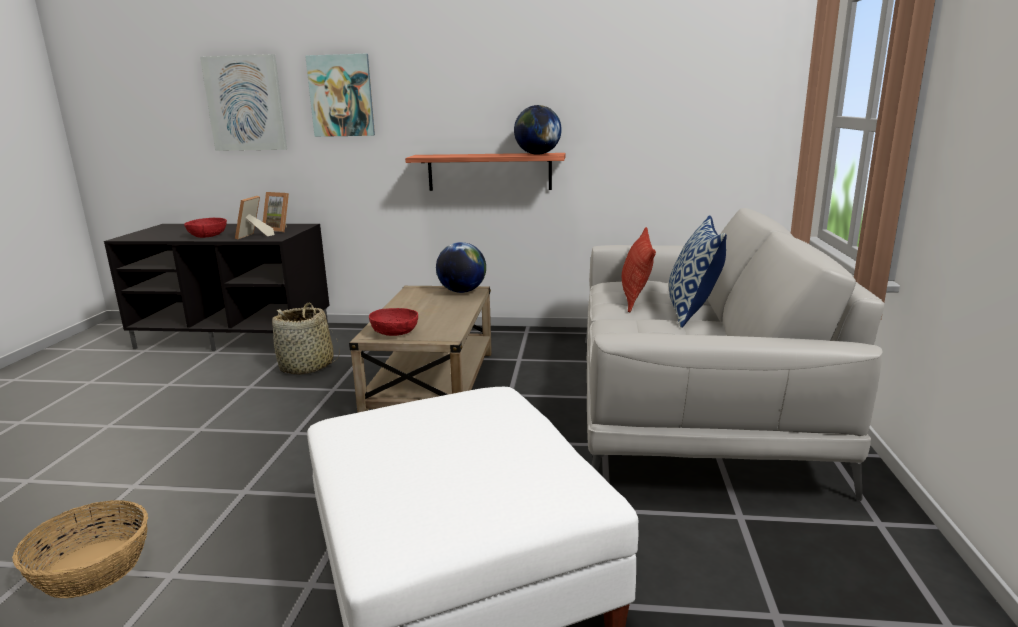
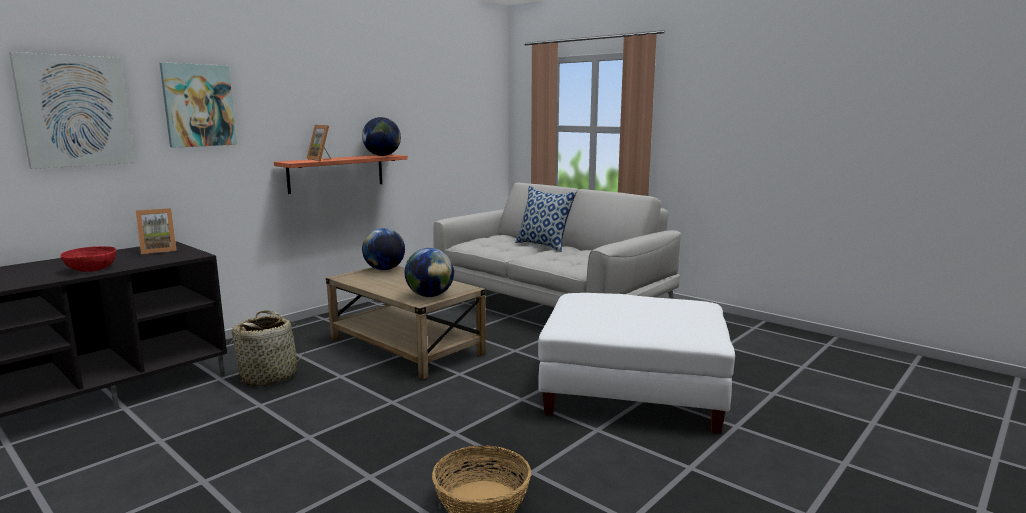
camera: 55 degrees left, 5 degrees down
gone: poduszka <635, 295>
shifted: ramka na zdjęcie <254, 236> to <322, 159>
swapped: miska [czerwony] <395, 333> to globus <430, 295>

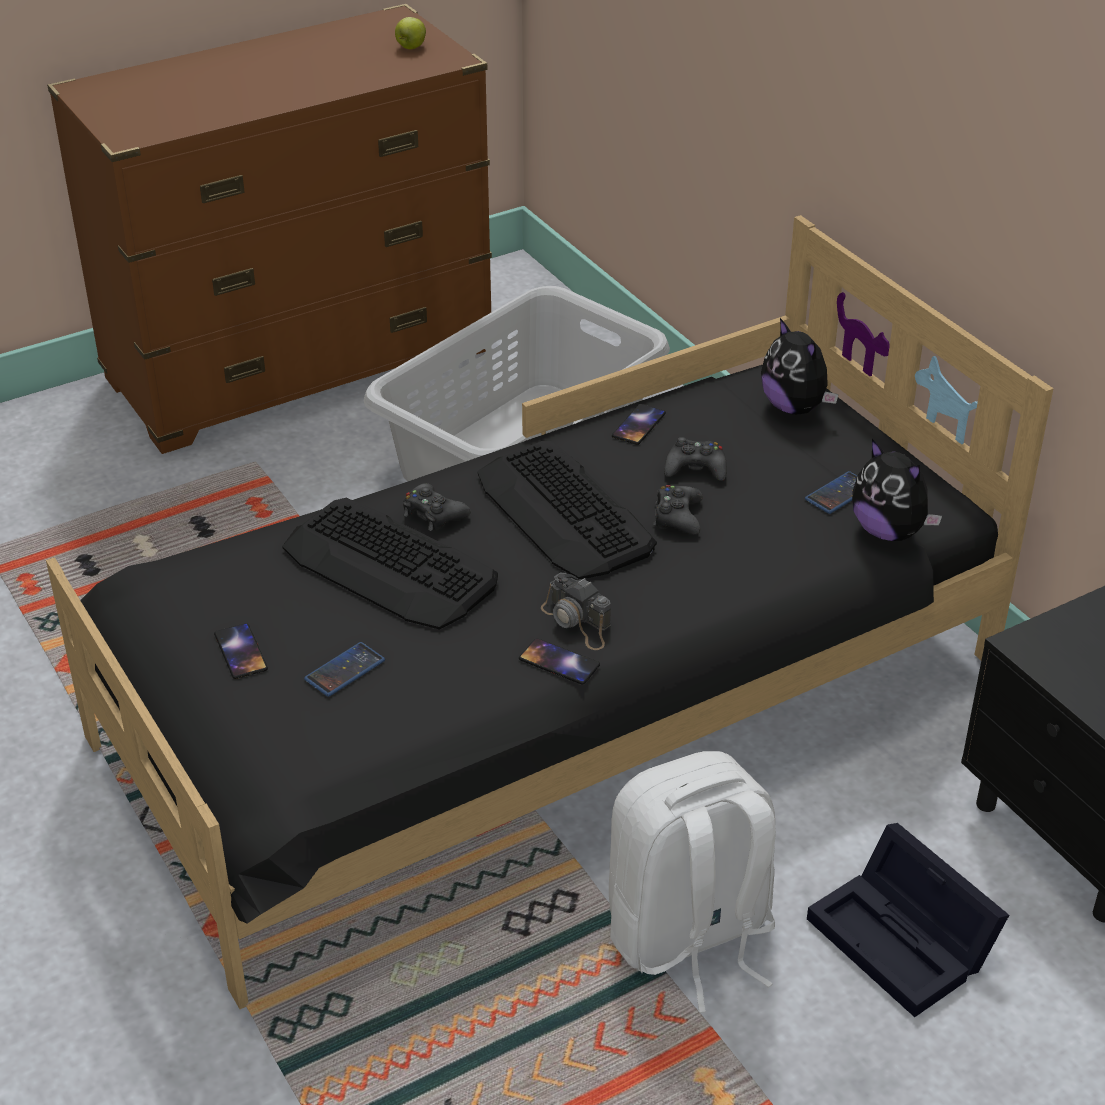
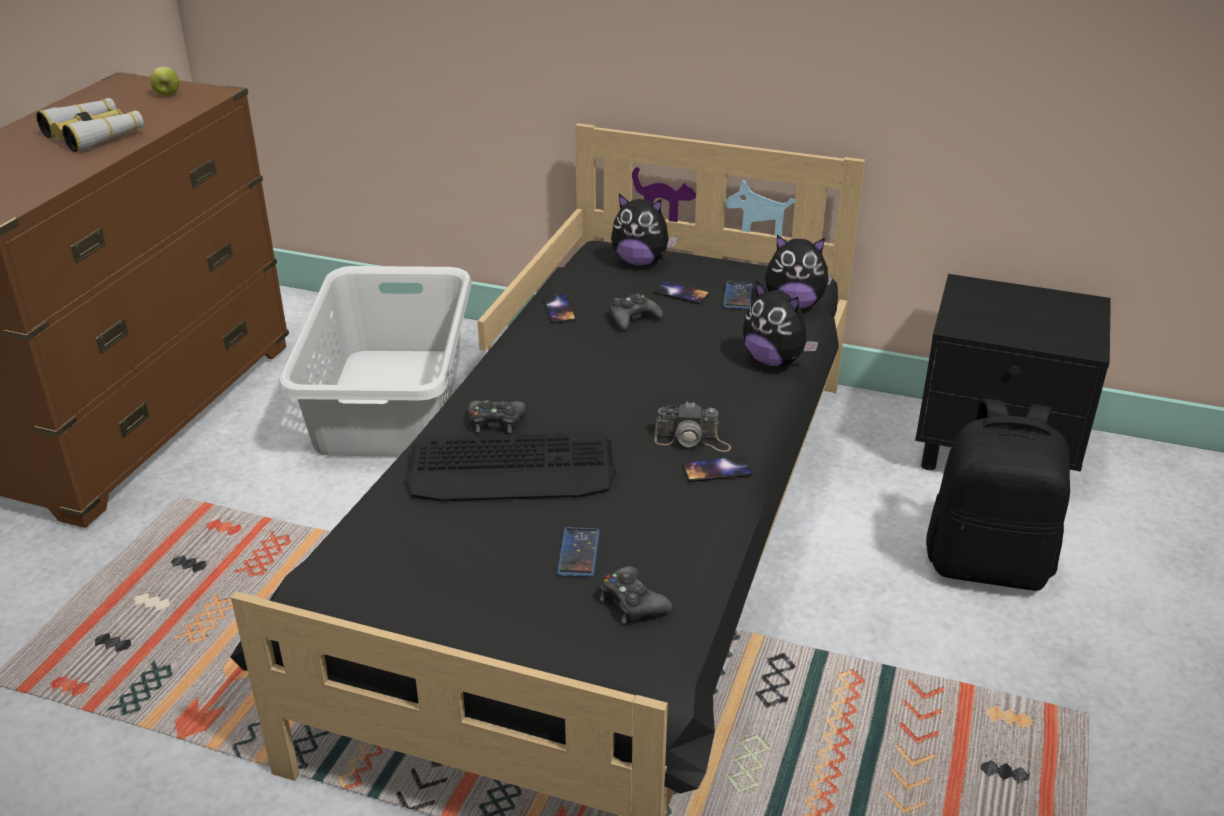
camera: 40 degrees left, 5 degrees down
gone: klawiatura <564, 512>; plecak [biały] <690, 938>
new: lornetka <94, 135>; pluszak <774, 361>
shifted: pad do gier [czarny] <677, 517> to <632, 603>; telefon <241, 651> to <681, 293>
swapped: pojemnik do przechowywania [czarny] <906, 941> to plecak [czarny] <988, 564>

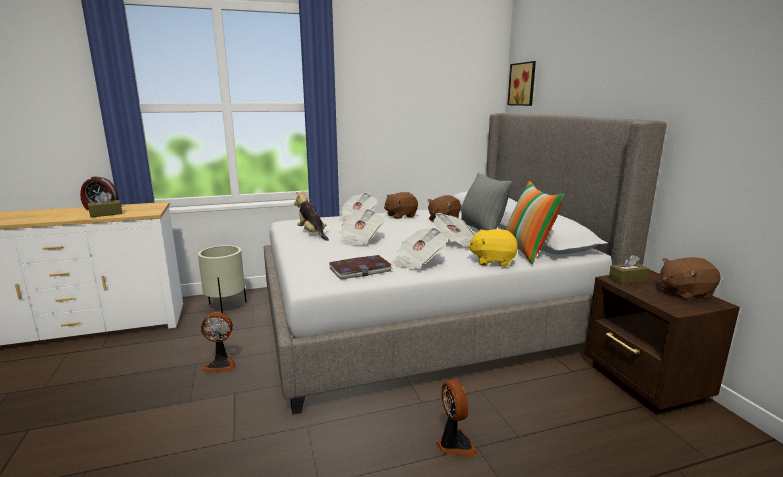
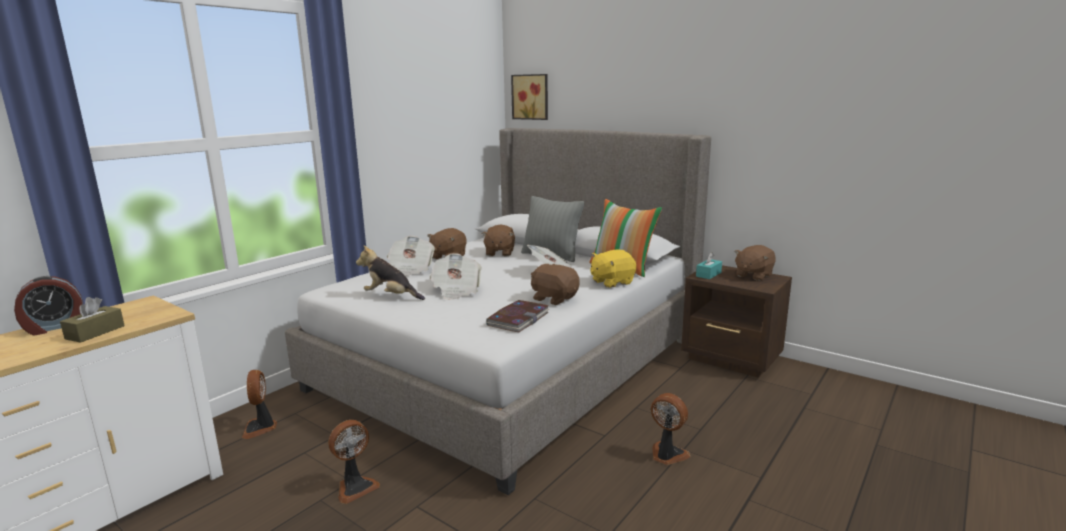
camera: 35 degrees left, 0 degrees up
swapped: gazeta <417, 262> to pluszak [brązowy] <554, 298>; donica [beżowy] <226, 307> to wentylator <260, 428>
repainted: pudełko chusteczek [brązowy] <627, 279> to pudełko chusteczek [turkusowy] <708, 274>

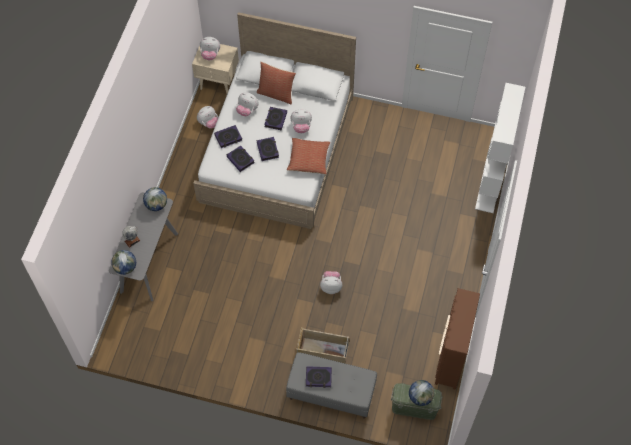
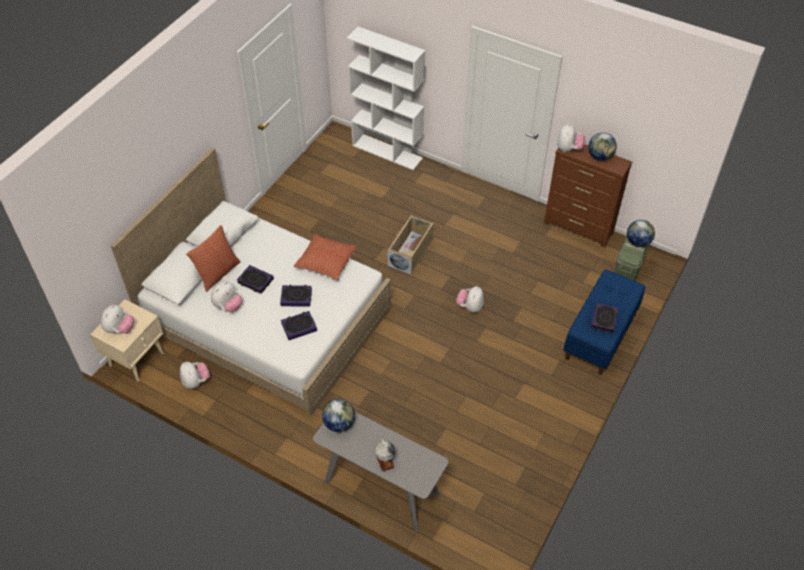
camera: 75 degrees left, 10 degrees down
gone: książka <228, 138>
shifted: pluszak <301, 127> to <568, 149>; globus <125, 268> to <600, 156>; pojemnik do przechowywania [beżowy] <323, 351> to <410, 252>
repainted: ławka [szary] <330, 393> to ławka [niebieski] <600, 335>

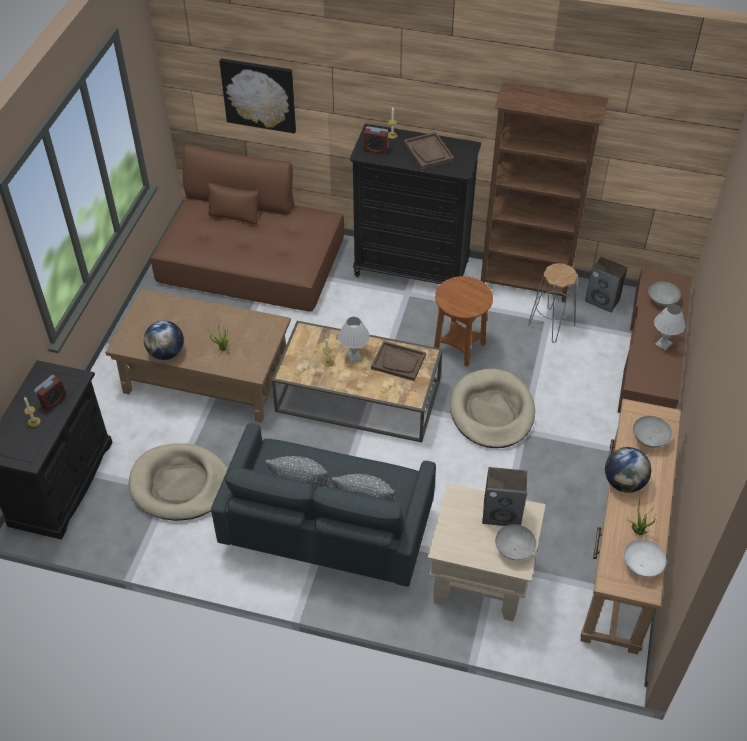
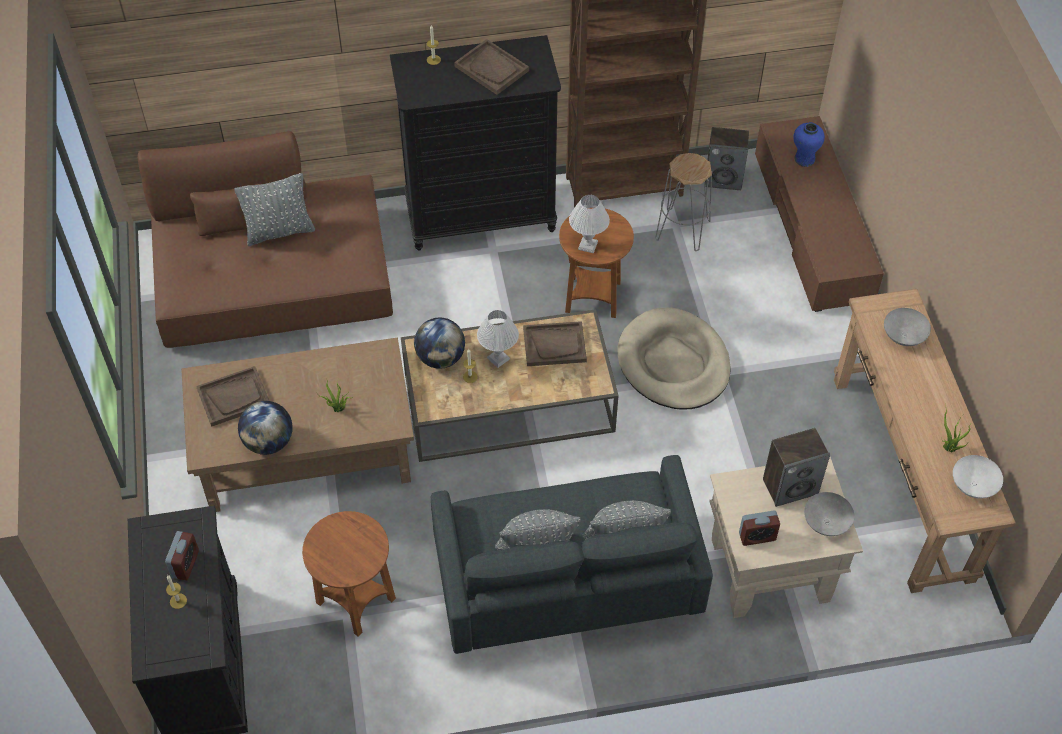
camera: 25 degrees left, 5 degrees up
gone: obraz <259, 95>
new: poduszka [szary] <279, 231>; taca [brązowy] <234, 397>
shifted: budzik <375, 149> to <757, 536>; lampa stołowa [biały] <663, 343> to <587, 245>; globus <624, 482> to <440, 357>
swapped: miska [szary] <662, 301> to wazon [niebieski] <804, 159>; legowisko [beżowy] <180, 485> to stolik [brązowy] <356, 601>

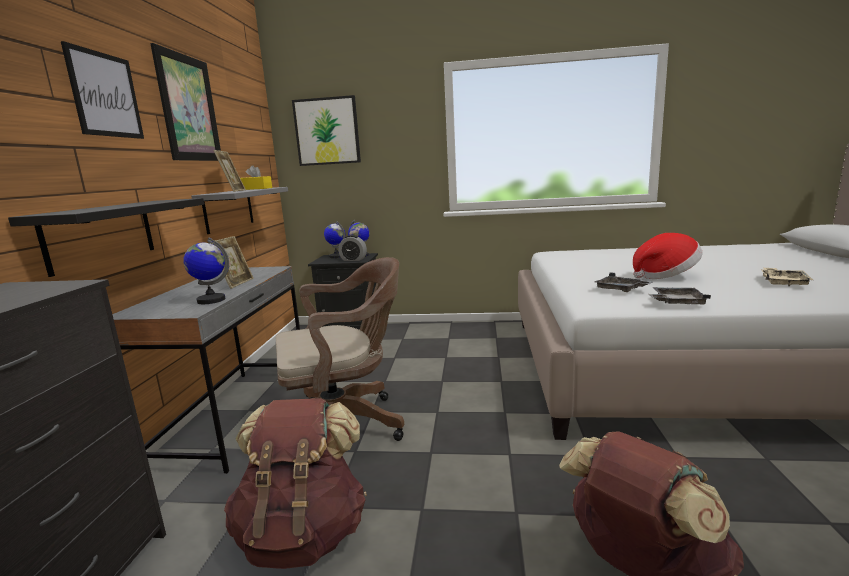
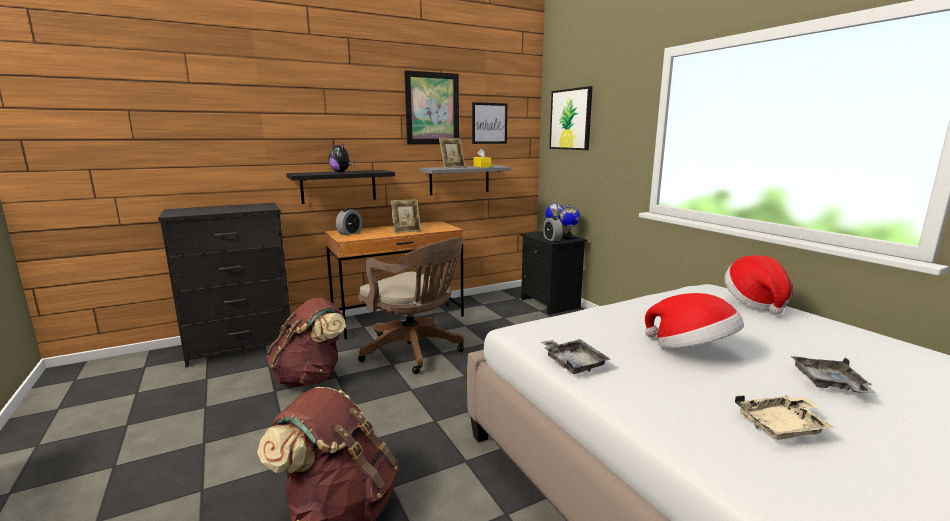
camera: 55 degrees right, 0 degrees up
gone: globus <211, 300>
new: pluszak <341, 172>; budzik <349, 233>; kapelusz <755, 302>
shifted: obraz <105, 95> to <489, 123>; taca [szary] <620, 289> to <828, 383>
repainted: biurko [szary] <237, 415> to biurko [brązowy] <398, 318>

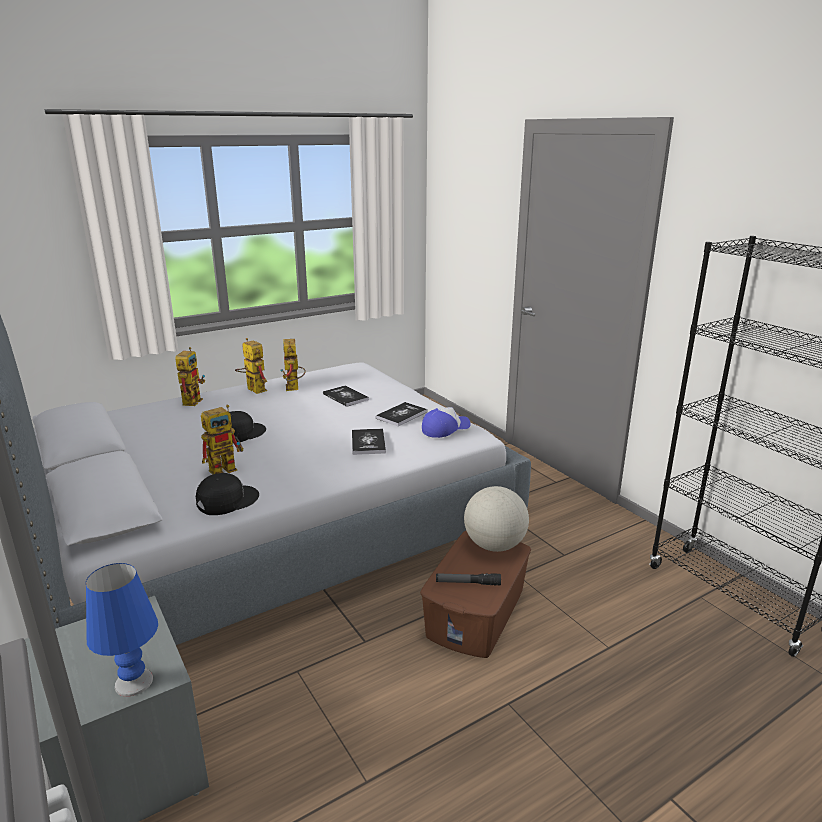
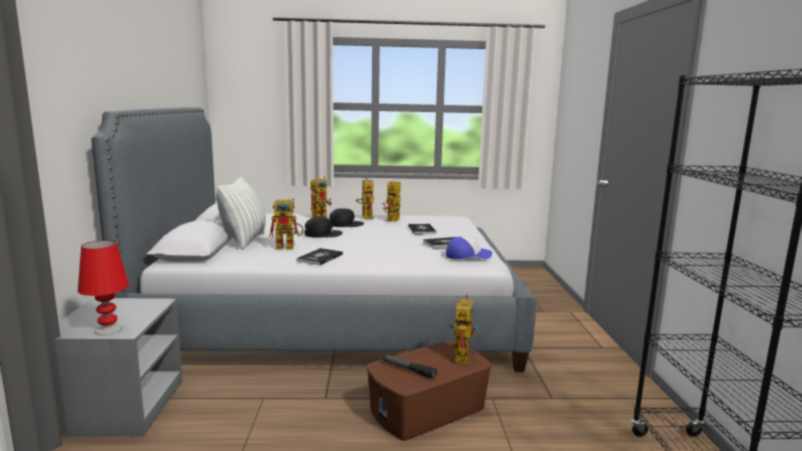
camera: 30 degrees right, 10 degrees down
new: poduszka <244, 241>
shifted: książka <368, 442> to <320, 257>; czapka z daszkiem [czarny] <227, 500> to <345, 224>
swapped: globus <494, 545> to robot zabawkowy <460, 355>
repainted: lampa stołowa [niebieski] <133, 682> to lampa stołowa [czerwony] <108, 329>

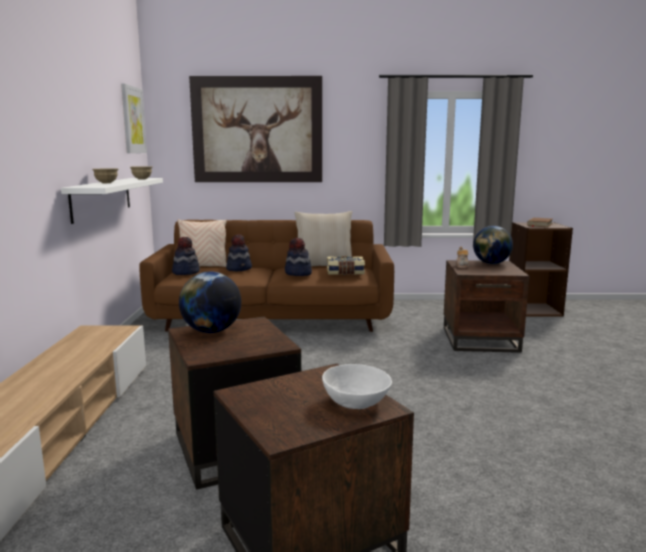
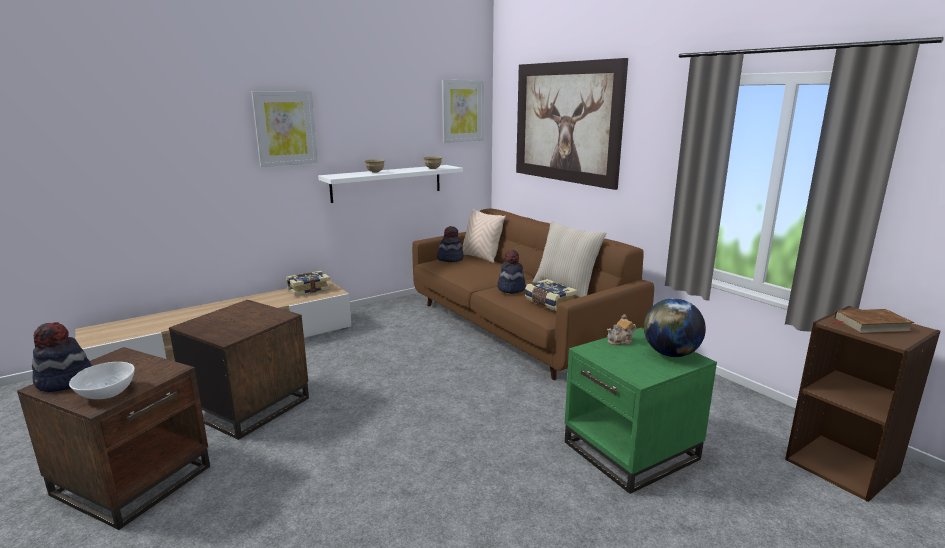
camera: 55 degrees right, 5 degrees up
gone: globus <211, 331>
new: obraz <285, 128>; książka <308, 289>
shifted: kapelusz <239, 269> to <65, 382>
repainted: stolik [brązowy] <481, 339> to stolik [zielony] <631, 451>

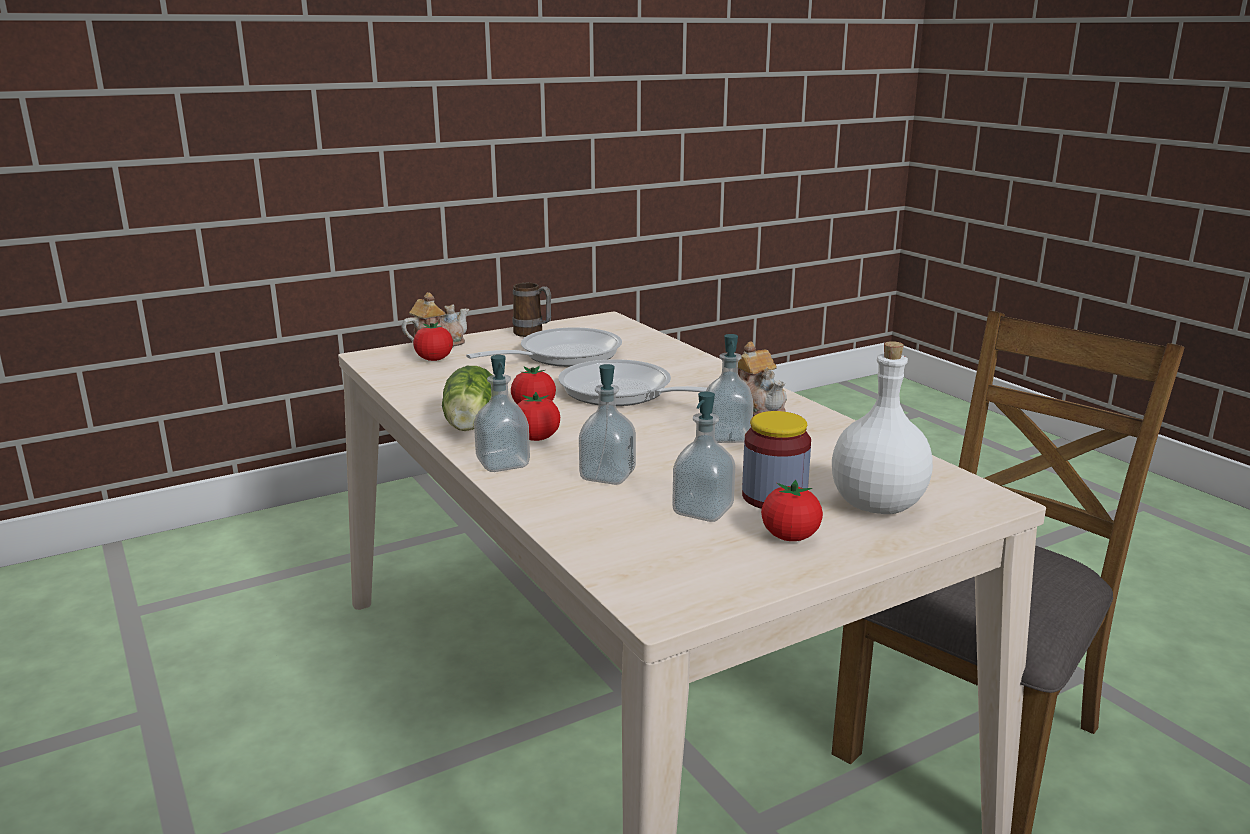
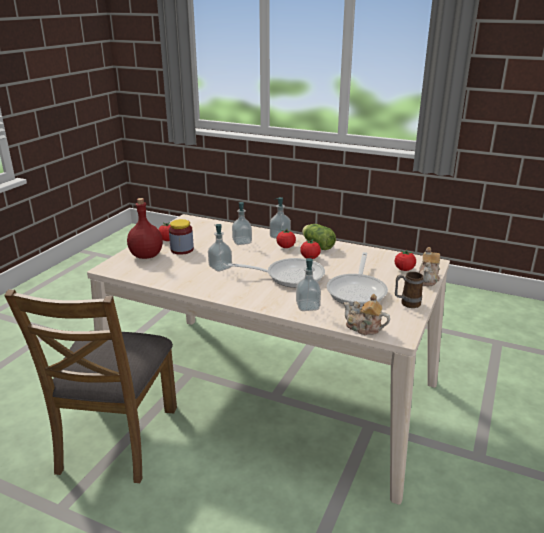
camera: 145 degrees right, 5 degrees up
shifted: imbryk <758, 407> to <364, 328>; dozownik mydła <702, 511> to <307, 306>
repainted: butelka [biały] <878, 505> to butelka [czerwony] <146, 256>

